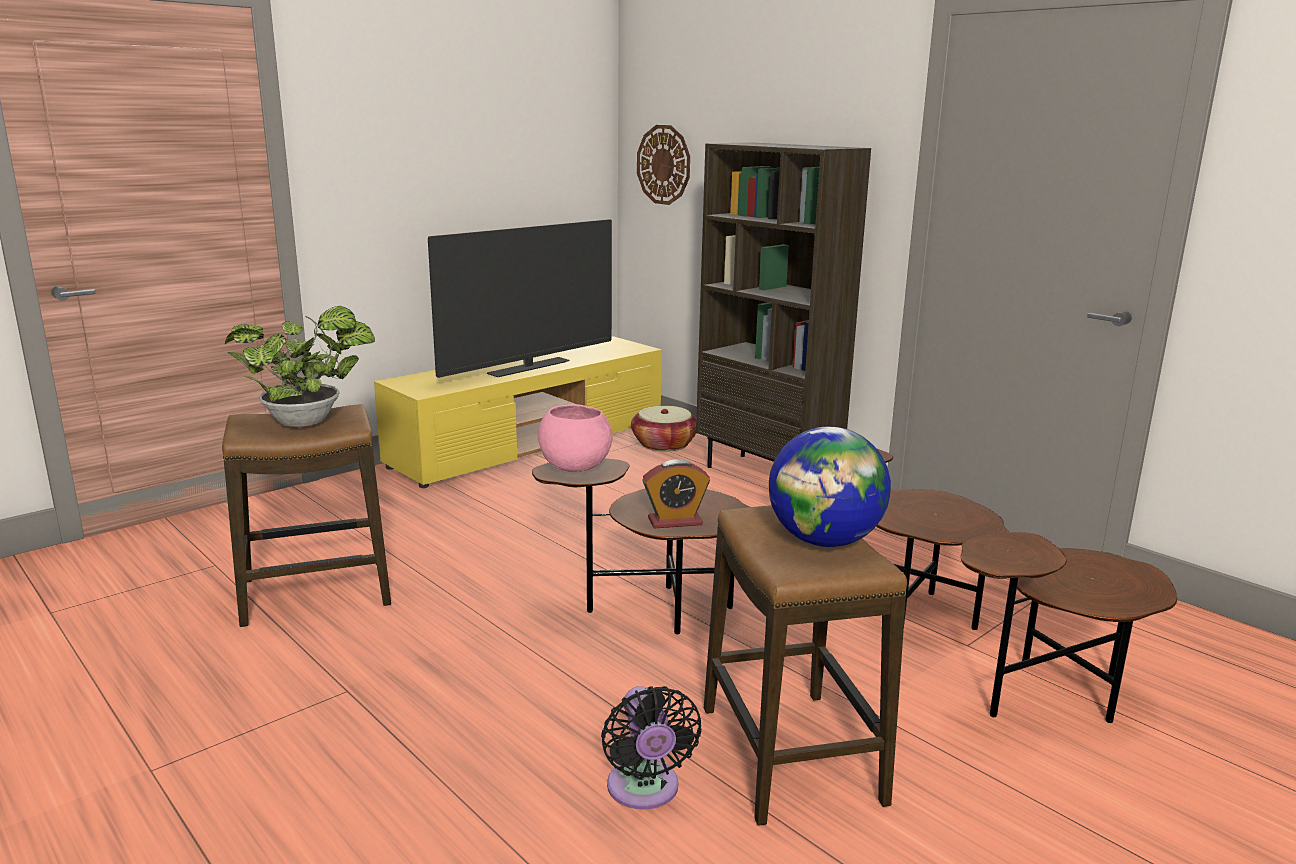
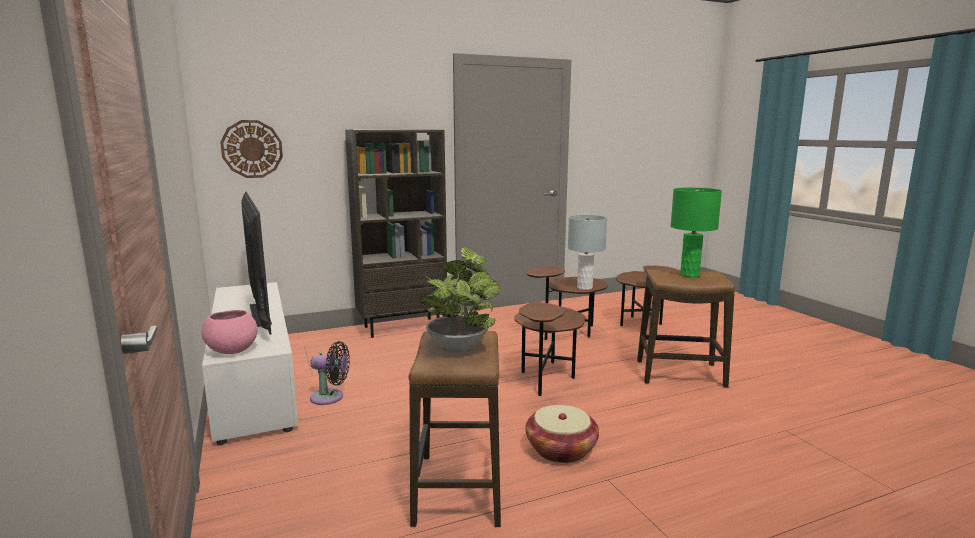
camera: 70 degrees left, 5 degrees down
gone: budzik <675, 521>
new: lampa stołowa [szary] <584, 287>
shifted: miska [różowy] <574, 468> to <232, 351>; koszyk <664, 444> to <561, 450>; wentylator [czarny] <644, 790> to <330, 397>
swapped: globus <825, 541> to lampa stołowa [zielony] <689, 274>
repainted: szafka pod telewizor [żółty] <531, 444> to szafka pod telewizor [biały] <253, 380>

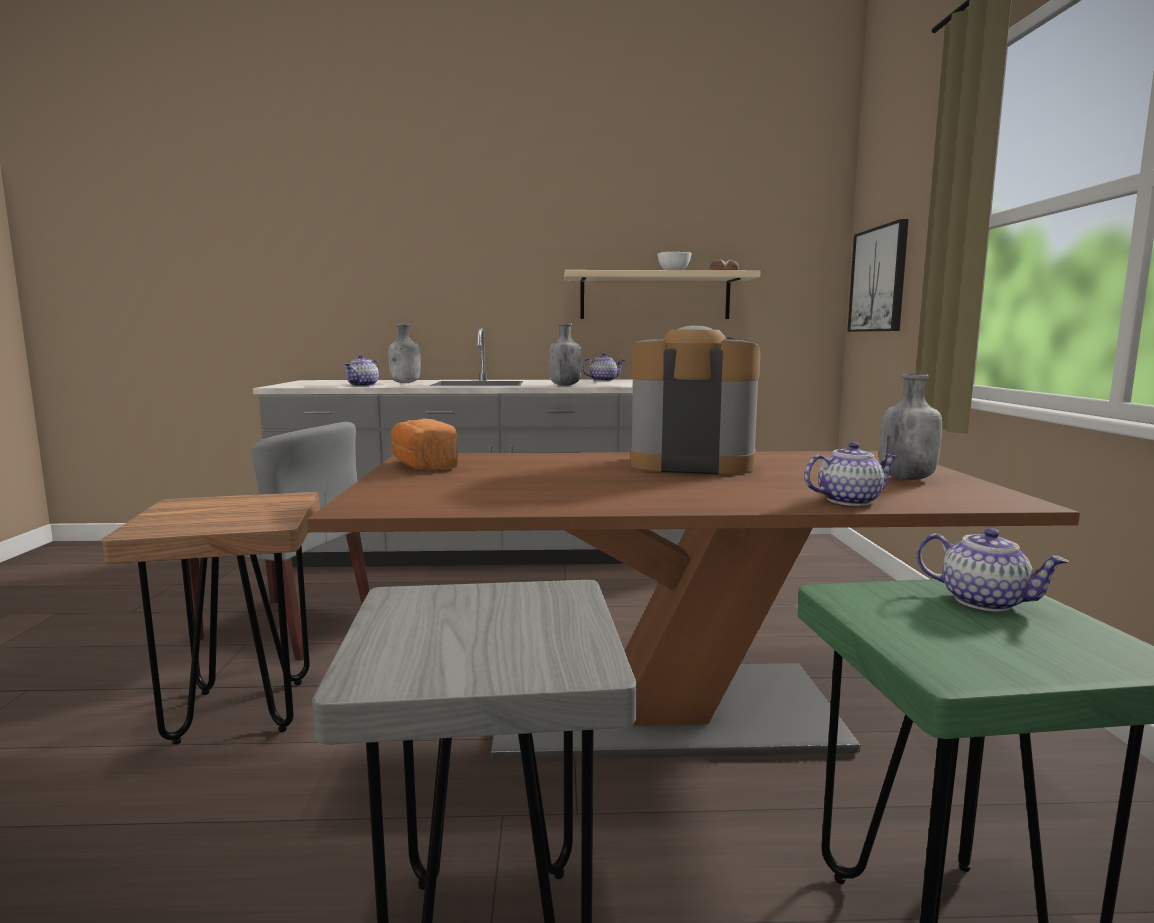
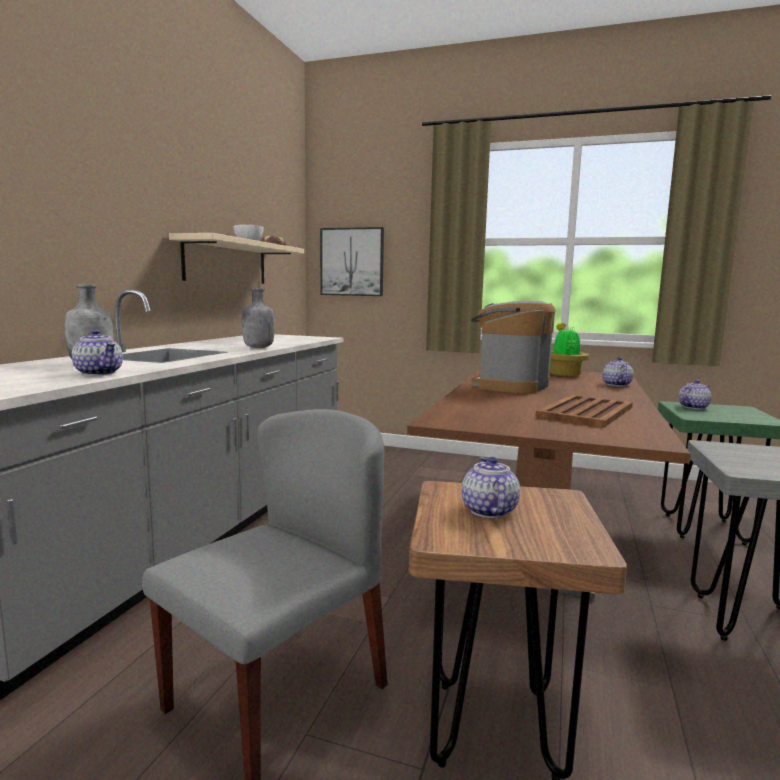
camera: 70 degrees left, 0 degrees up
gone: chleb <422, 465>
new: taca [brązowy] <585, 412>
shifted: imbryk <603, 380> to <488, 510>
swapped: butelka [szary] <906, 478> to roślina doniczkowa <564, 374>

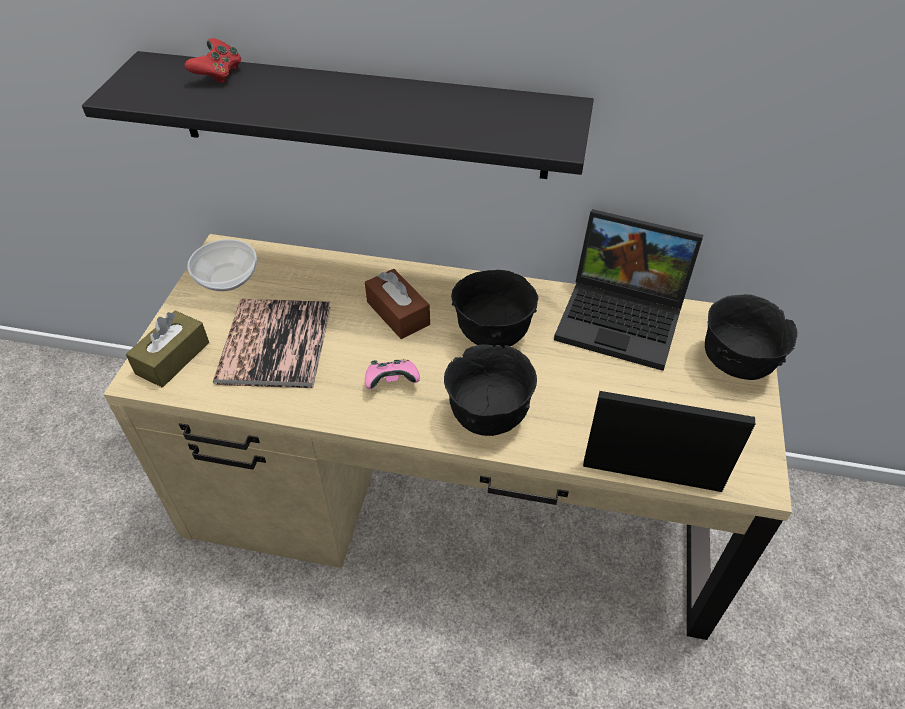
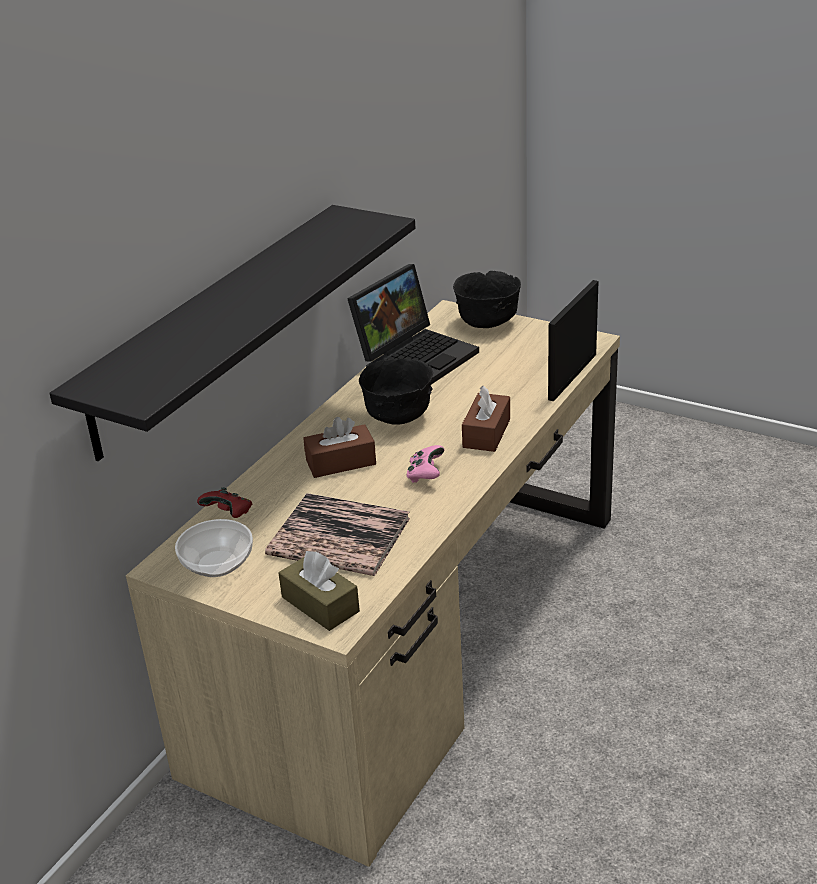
camera: 70 degrees left, 15 degrees down
shifted: pad do gier [czerwony] <218, 74> to <229, 514>
swapped: miska [czarny] <488, 416> to pudełko chusteczek [brązowy] <486, 433>

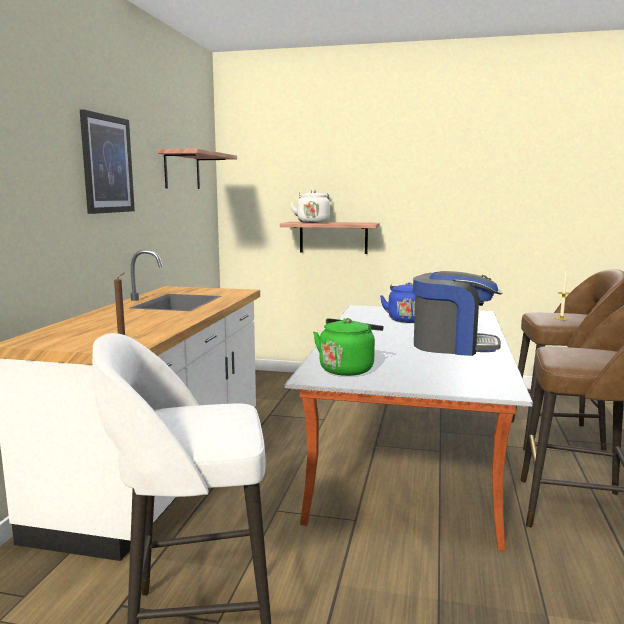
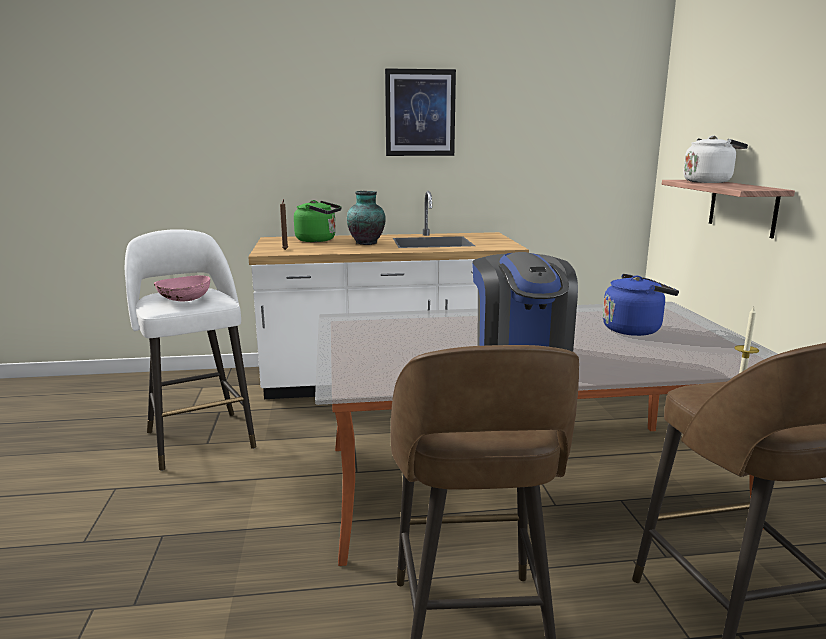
camera: 70 degrees right, 5 degrees up
gone: półka <182, 170>
new: wazon <367, 243>; miska [różowy] <184, 300>
shifted: czajnik [zielony] <348, 369> to <318, 240>

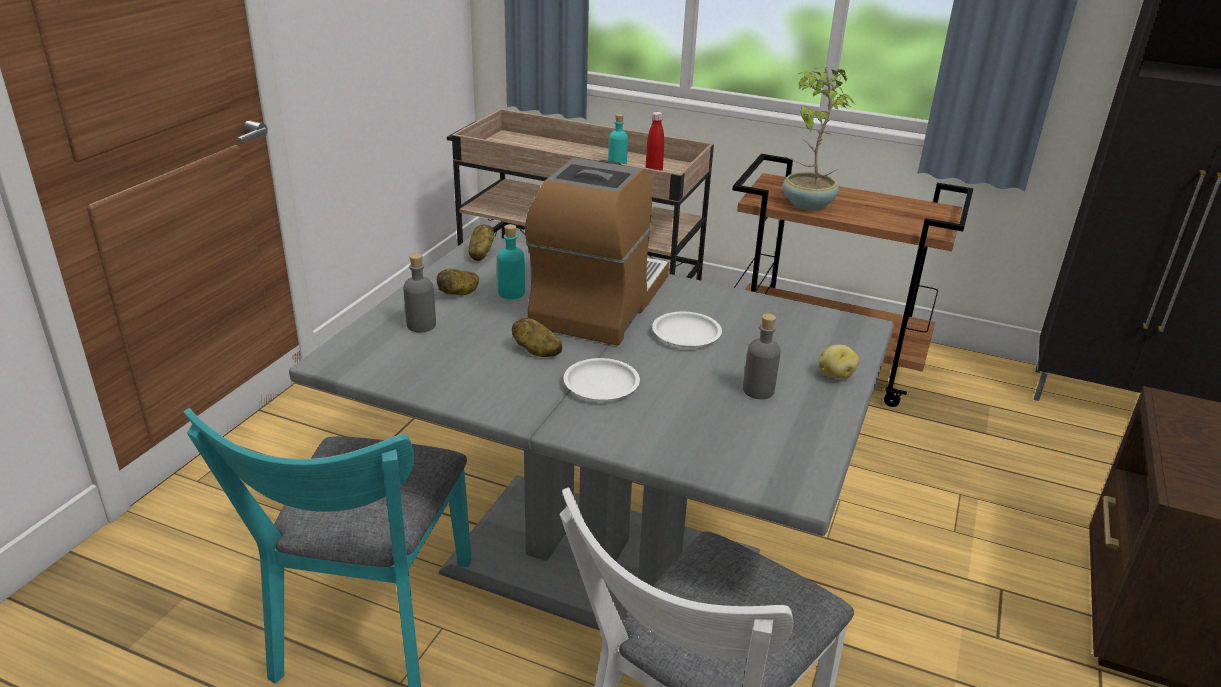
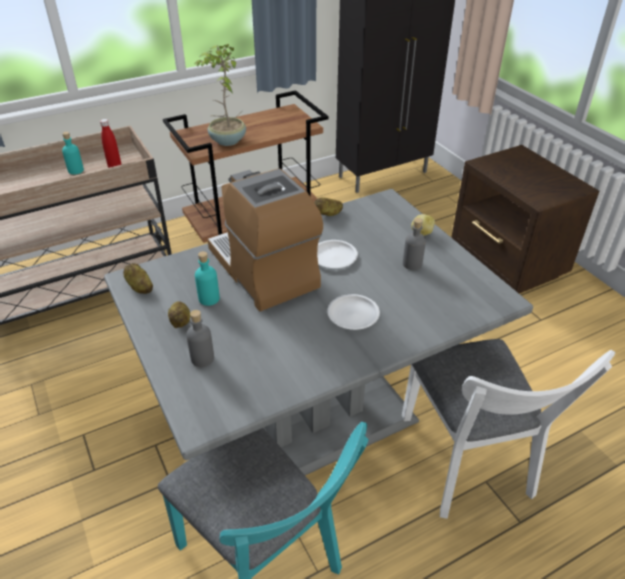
camera: 50 degrees left, 10 degrees up
shifted: ziemniak <536, 351> to <328, 214>

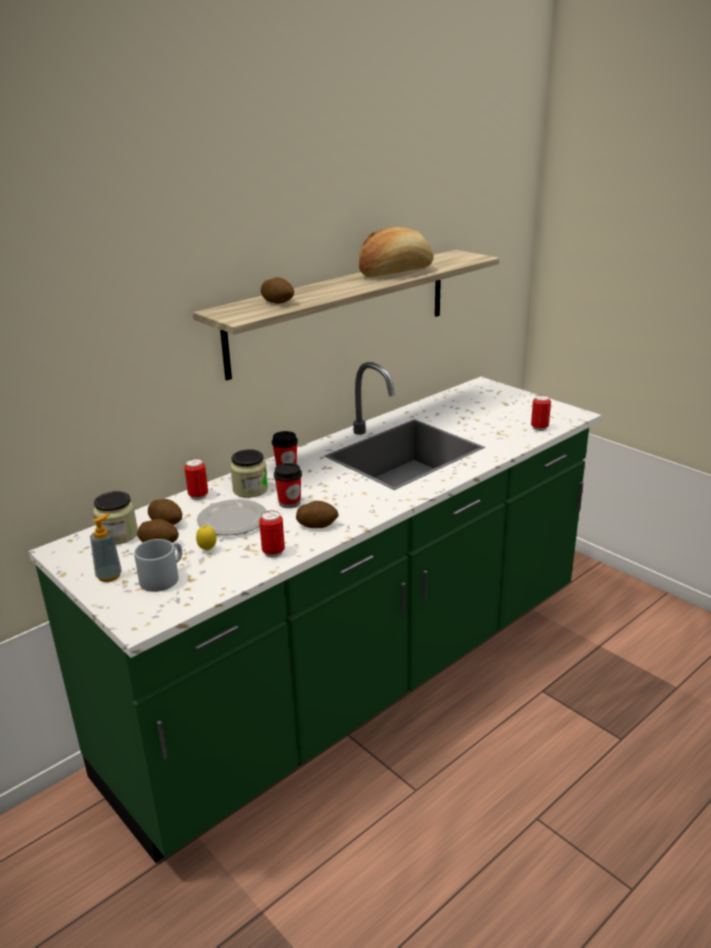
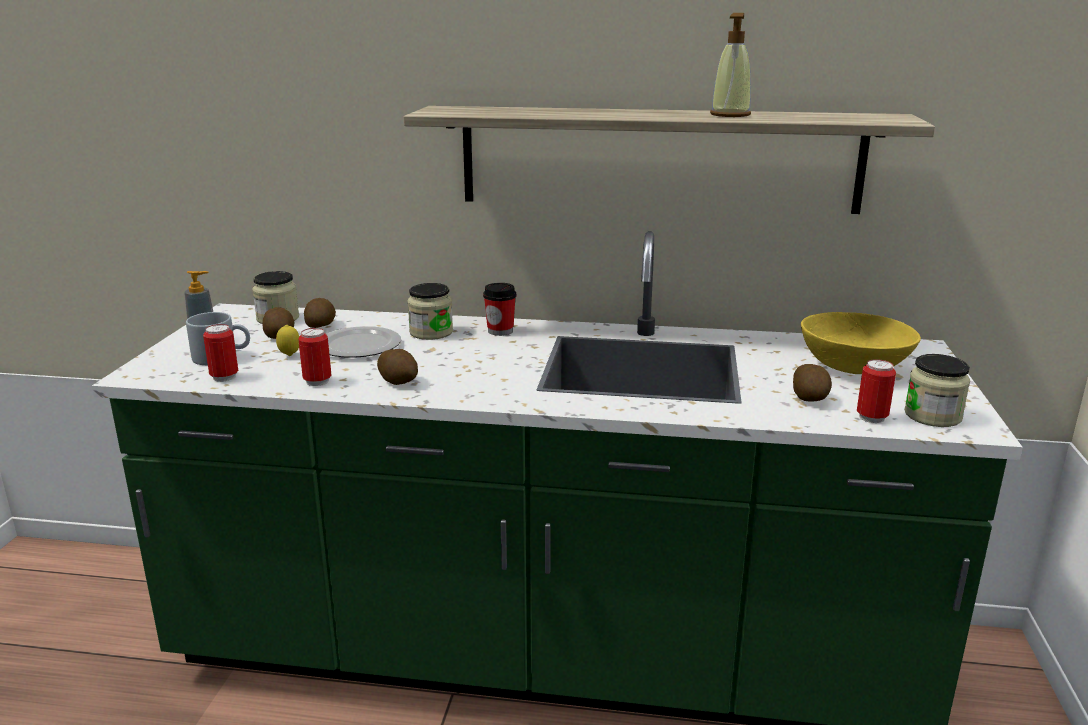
camera: 50 degrees right, 5 degrees down
gone: filiżanka <289, 503>
new: miska [żółty] <854, 367>; słoik <932, 416>
shifted: ziemniak <278, 302> to <810, 398>; puszka <198, 496> to <224, 377>
swapped: chleb <395, 272> to dozownik mydła <730, 114>

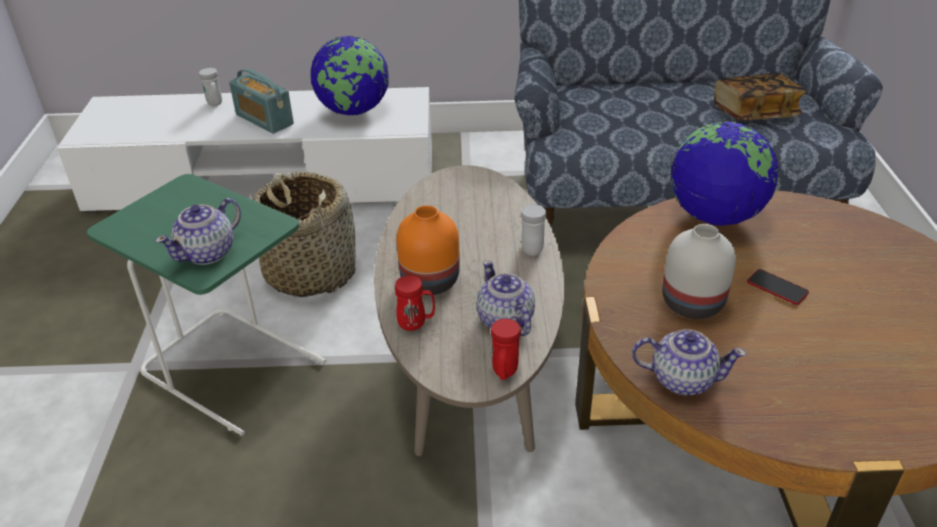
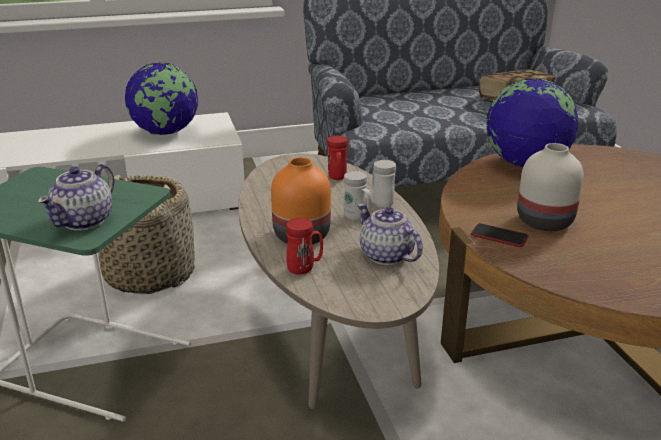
camera: 15 degrees left, 10 degrees down
gone: radio <264, 119>; imbryk <681, 379>
shifted: kubek [biały] <215, 104> to <357, 218>; telefon <777, 288> to <499, 236>; kubek [czerwony] <504, 373> to <337, 178>

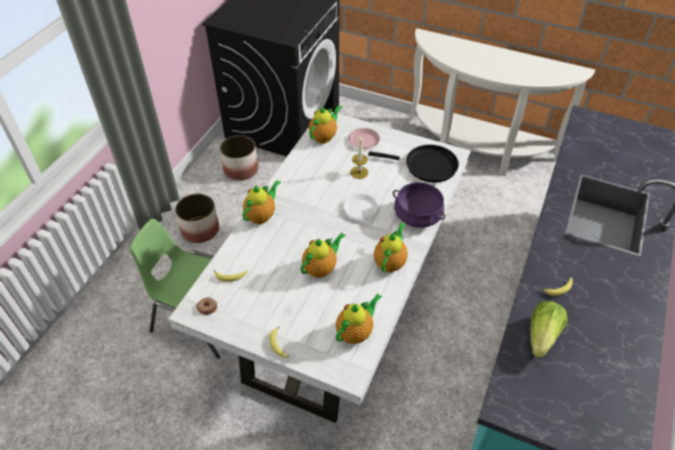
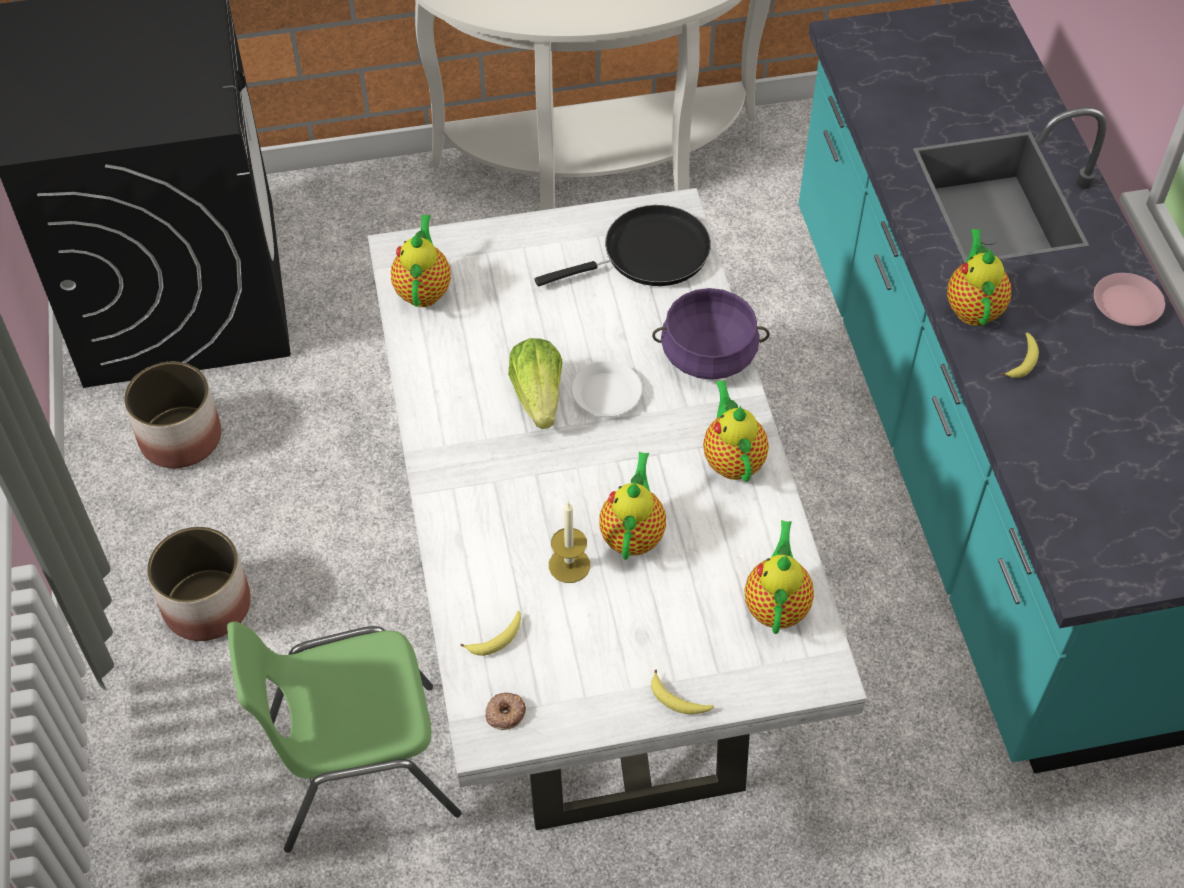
camera: 35 degrees left, 5 degrees up
shifted: talerz [różowy] <364, 141> to <1126, 304>; świeca <359, 172> to <569, 565>; imbryk <262, 215> to <973, 307>; sałata <542, 335> to <538, 397>

